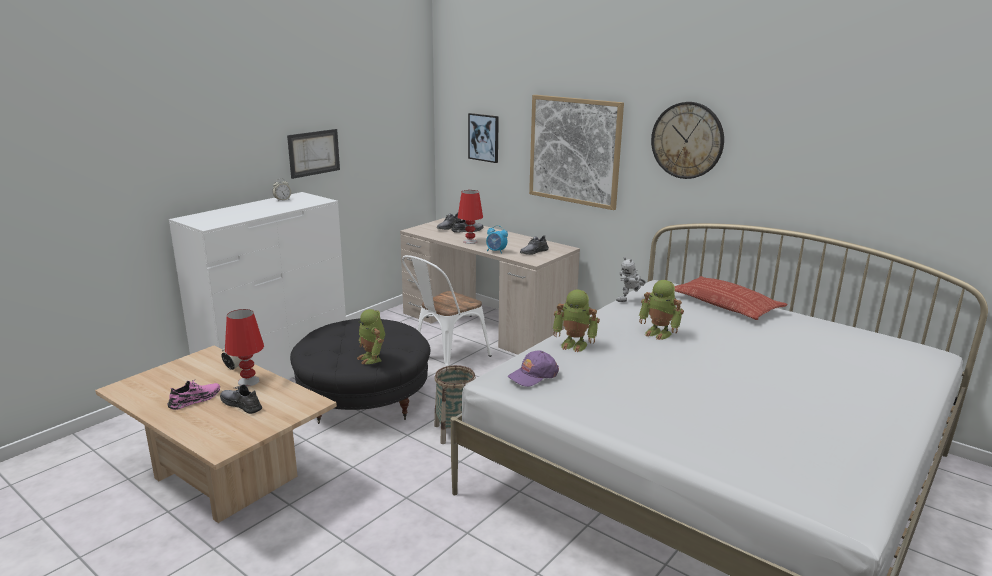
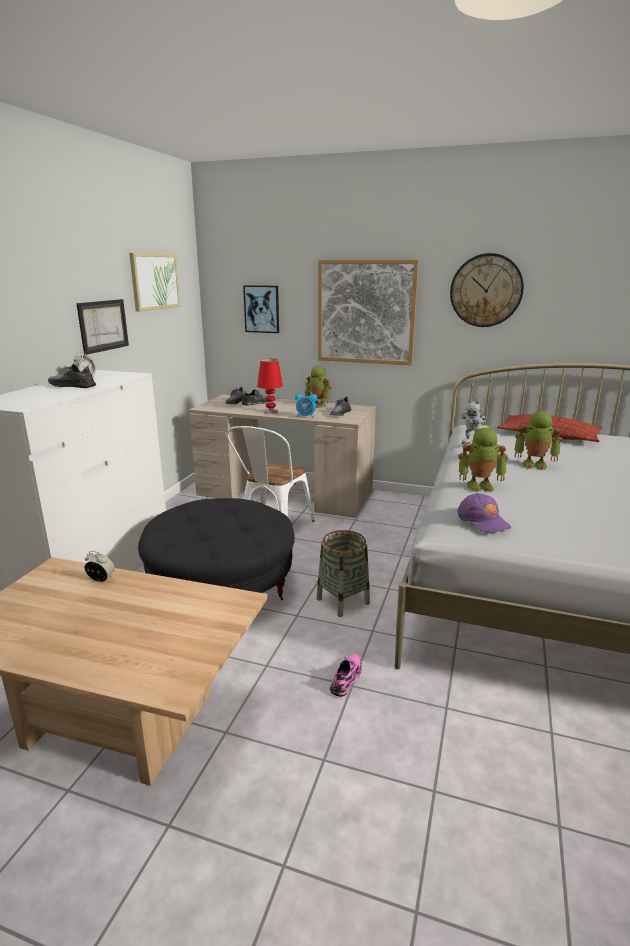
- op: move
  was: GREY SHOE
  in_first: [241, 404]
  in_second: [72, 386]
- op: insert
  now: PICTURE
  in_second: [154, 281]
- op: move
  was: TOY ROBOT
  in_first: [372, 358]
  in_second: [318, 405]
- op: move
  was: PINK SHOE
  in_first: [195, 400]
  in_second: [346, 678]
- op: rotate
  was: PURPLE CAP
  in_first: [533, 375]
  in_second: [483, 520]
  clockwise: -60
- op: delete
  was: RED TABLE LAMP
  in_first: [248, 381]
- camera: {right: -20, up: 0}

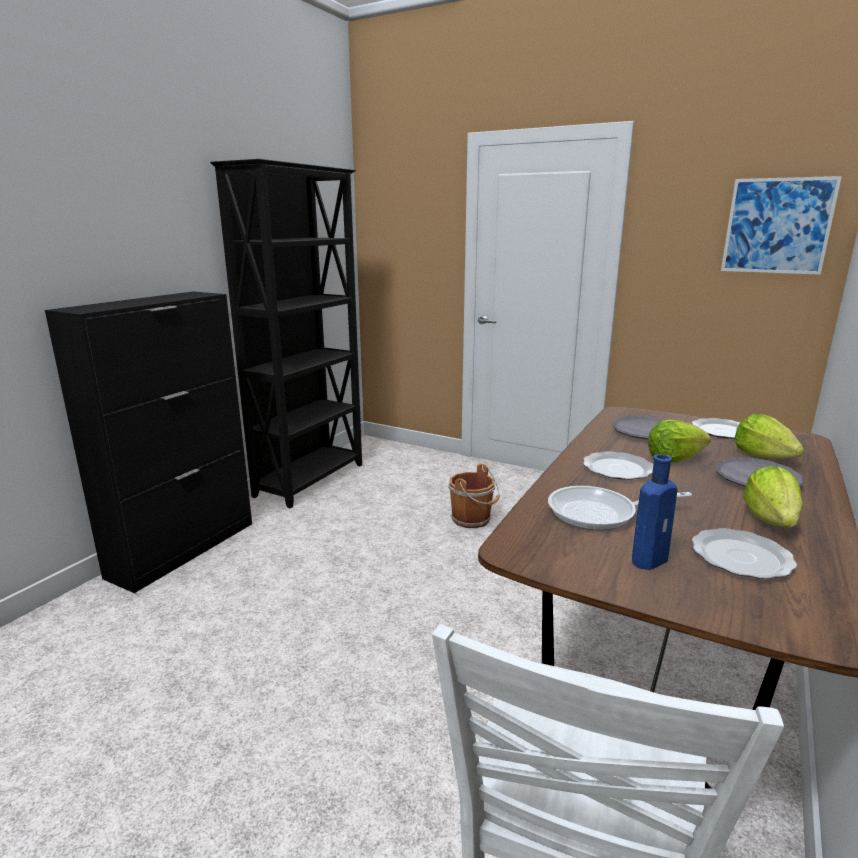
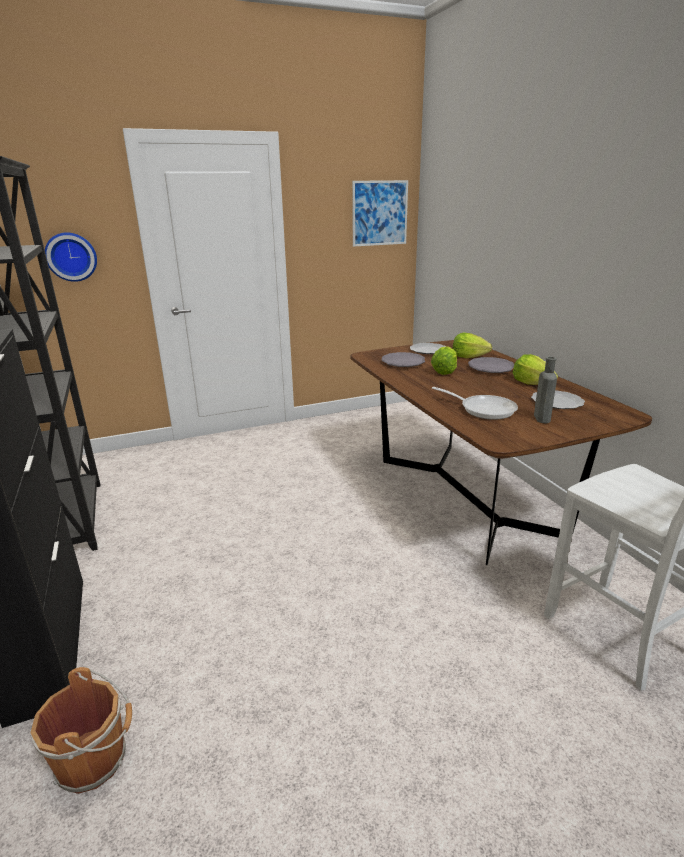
- op: move
  was: BROWN BUCKET
  in_first: [472, 519]
  in_second: [95, 759]
- op: insert
  now: WALL CLOCK
  in_second: [71, 256]
- op: rotate
  was: FRYING PAN
  in_first: [599, 513]
  in_second: [483, 409]
  clockwise: -90
- op: recolor
  was: BLUE BOTTLE
  now: GREY BOTTLE
  in_first: [651, 559]
  in_second: [541, 418]
- op: delete
  was: PLATE
  in_first: [619, 468]
- camera: {right: -50, up: 5}

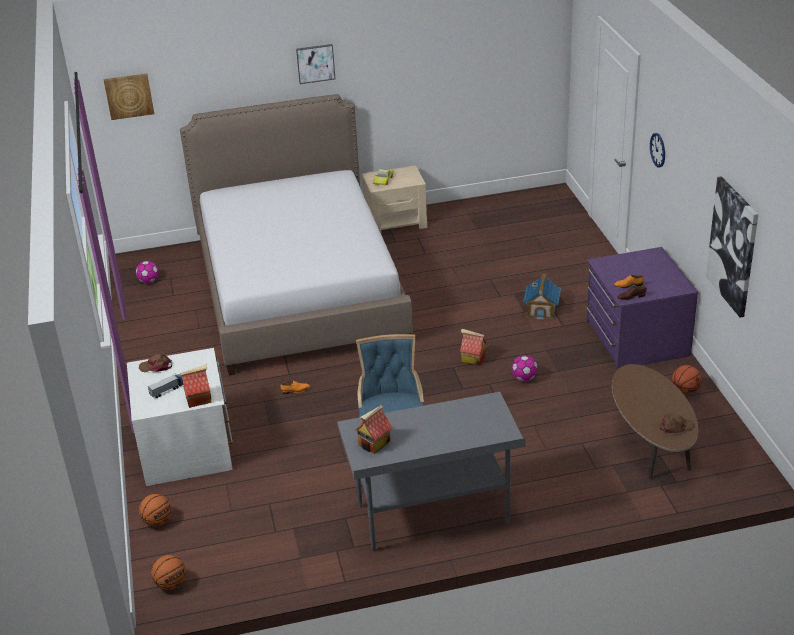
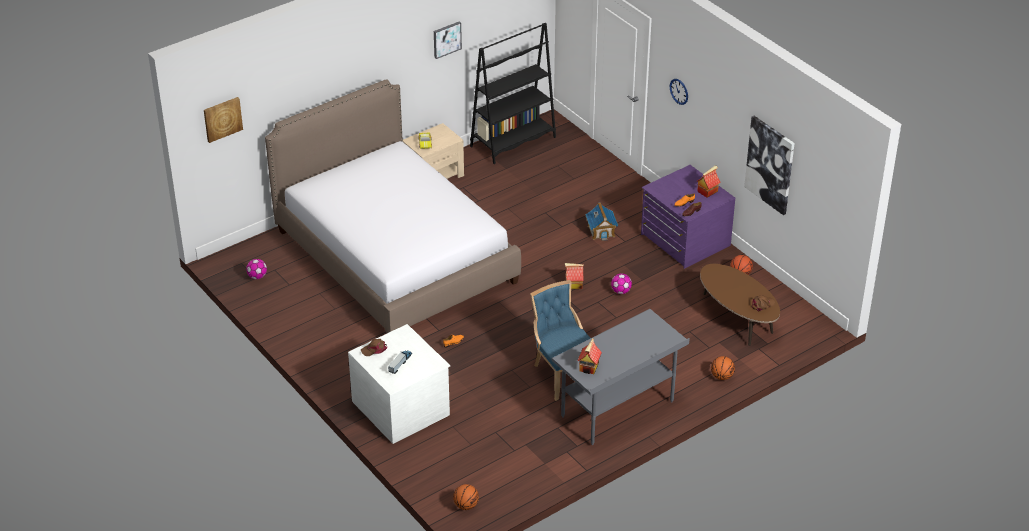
- op: move
  was: PICTURE
  in_first: [315, 63]
  in_second: [446, 39]
- op: insert
  now: BLACK BOOKCASE
  in_second: [513, 142]
- op: move
  was: TOY HOUSE
  in_first: [199, 399]
  in_second: [707, 191]
- op: move
  was: BASKETBALL
  in_first: [157, 521]
  in_second: [722, 376]
- camera: {right: -25, up: 5}

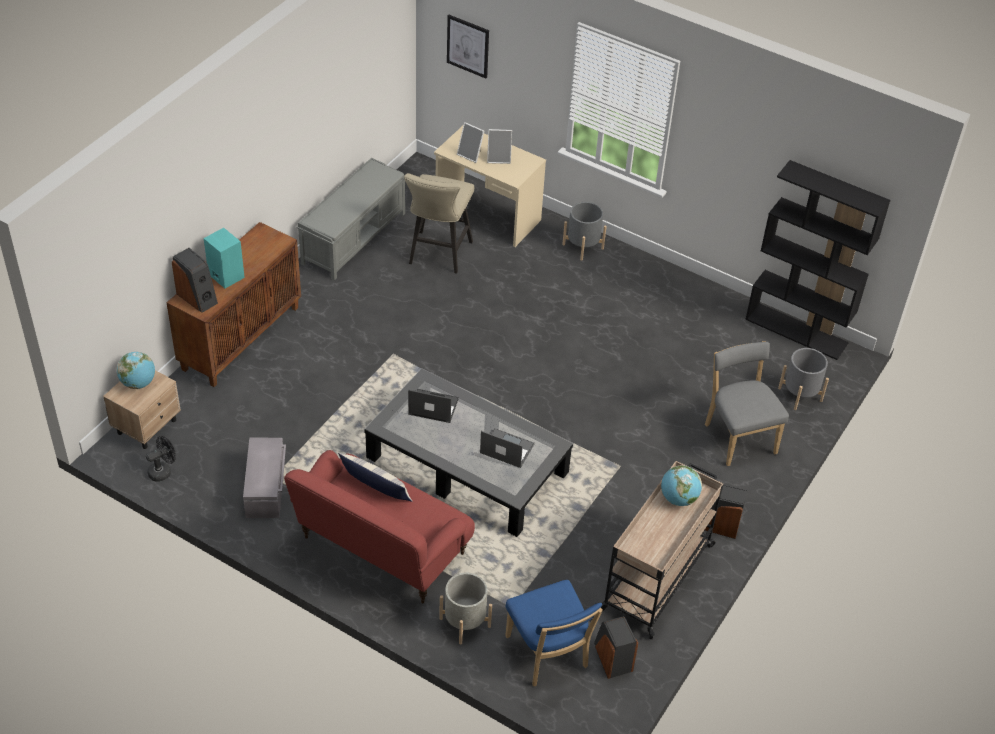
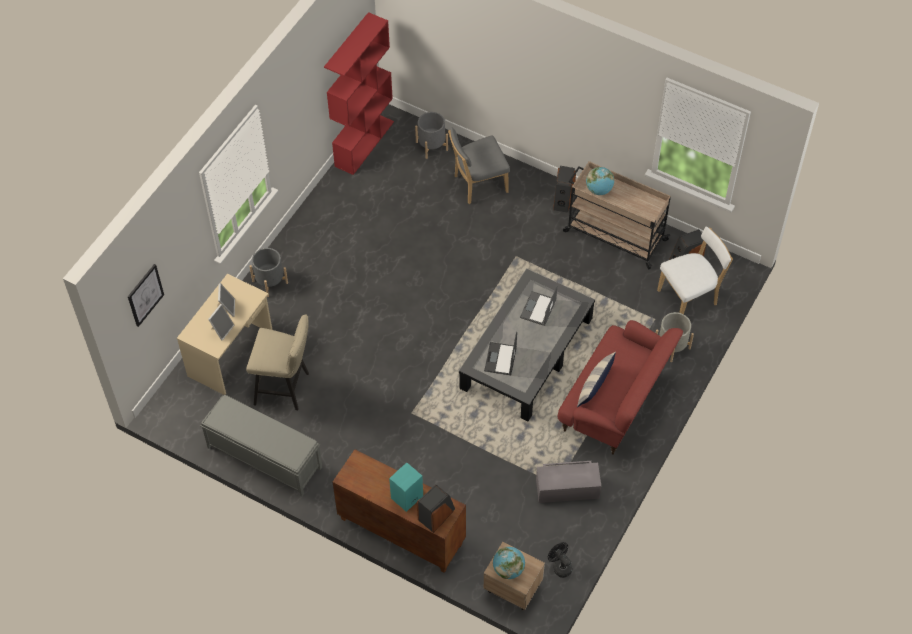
- op: recolor
  was: BLACK BOOKCASE
  now: RED BOOKCASE
  in_first: [797, 331]
  in_second: [364, 143]
- op: recolor
  was: BLUE CHAIR
  now: WHITE CHAIR
  in_first: [548, 655]
  in_second: [690, 297]
- camera: {right: -90, up: 10}

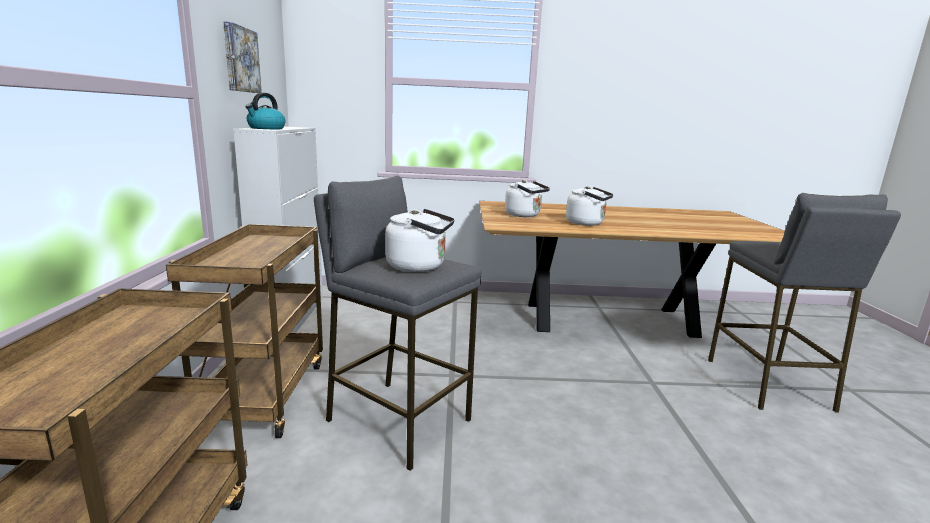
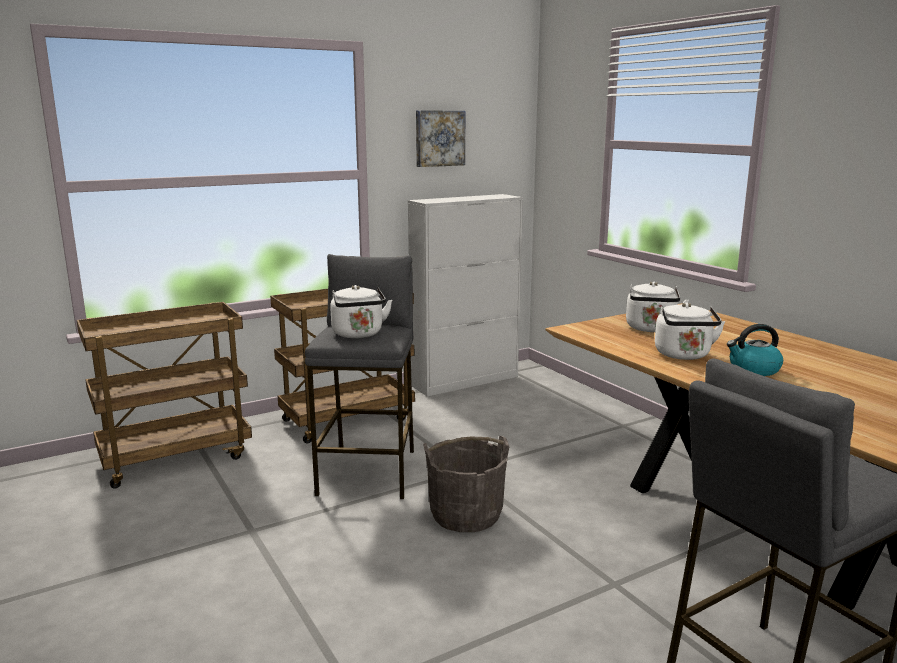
- op: insert
  now: GREY BUCKET
  in_second: [465, 514]
- op: move
  was: KETTLE
  in_first: [266, 128]
  in_second: [753, 369]
- camera: {right: 60, up: 0}

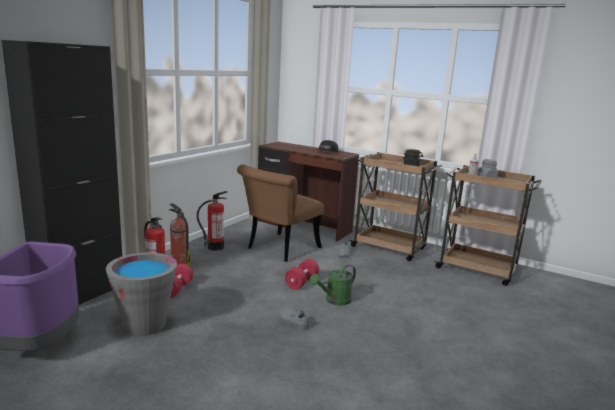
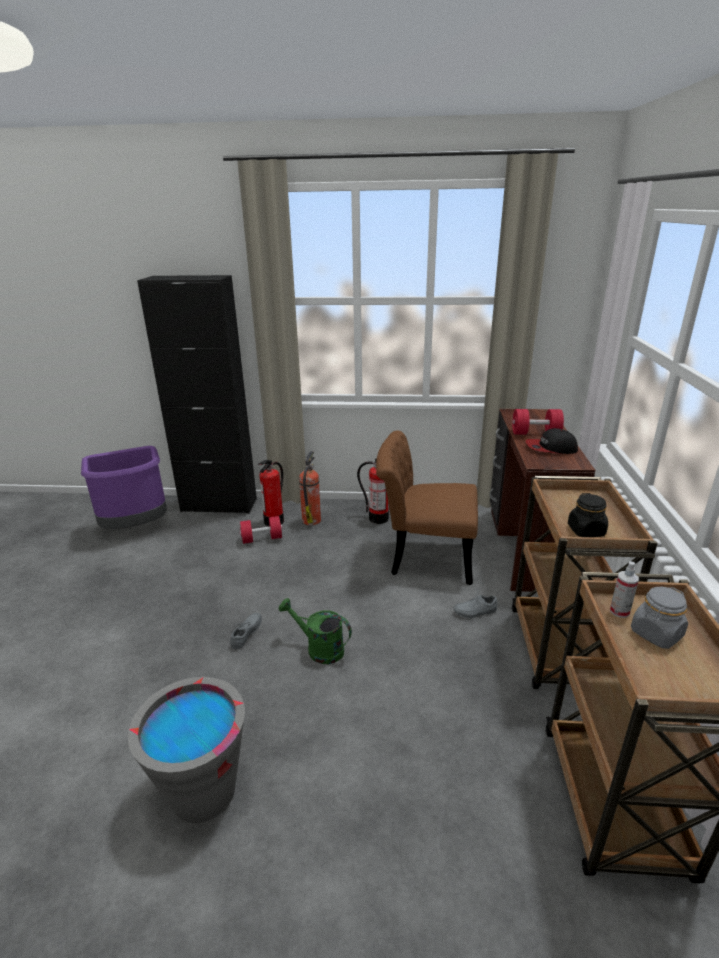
- op: move
  was: GREY BUCKET
  in_first: [145, 325]
  in_second: [203, 792]
- op: move
  was: RED DUMBBELL
  in_first: [301, 282]
  in_second: [535, 433]
- camera: {right: 65, up: 10}

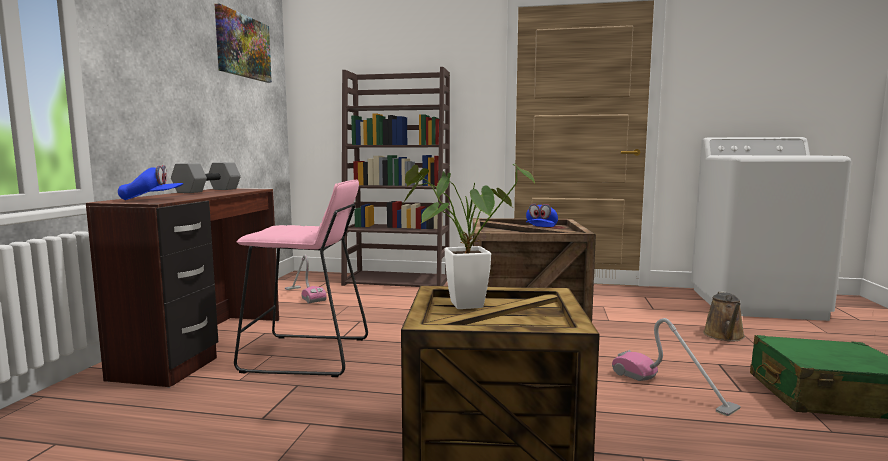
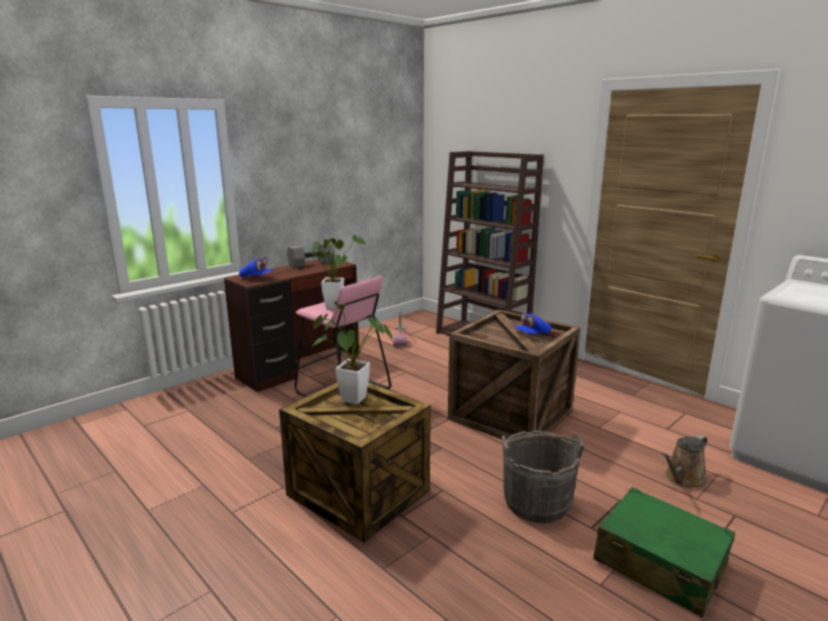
- op: insert
  now: POTTED PLANT
  in_second: [335, 305]
- op: replace
  was: VACUUM CLEANER
  now: GREY BUCKET
  in_first: [671, 388]
  in_second: [536, 503]
- op: delete
  was: PICTURE
  in_first: [243, 46]
- camera: {right: 35, up: 10}

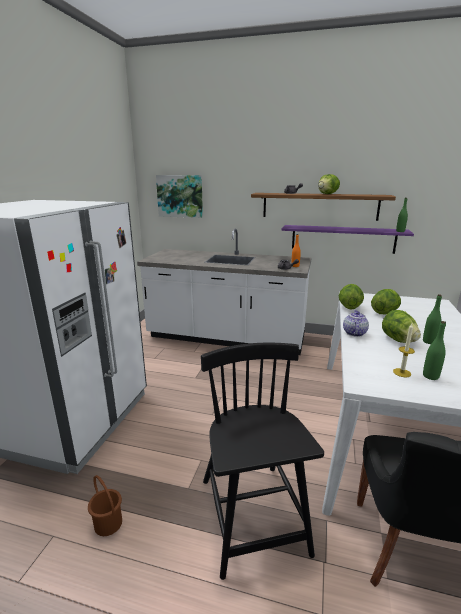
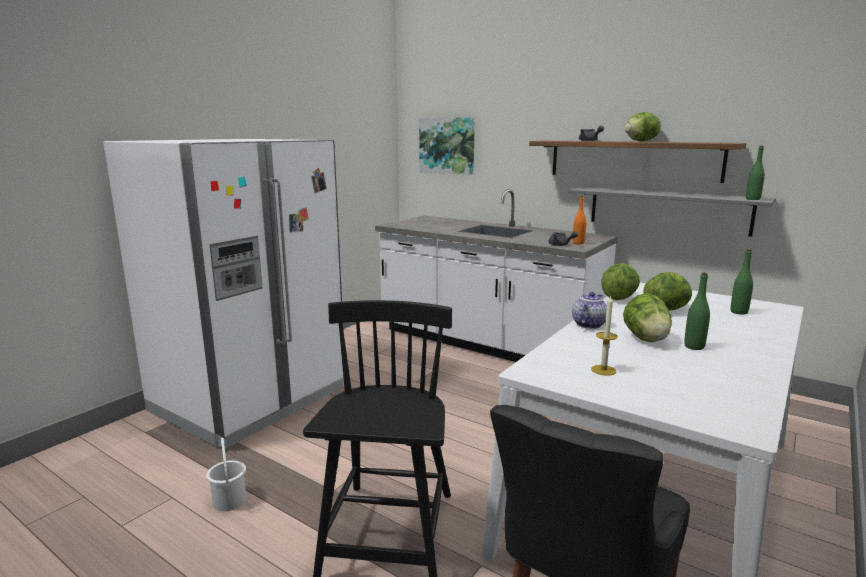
- op: recolor
  was: BROWN BUCKET
  now: WHITE BUCKET
  in_first: [108, 524]
  in_second: [229, 501]
- op: recolor
  was: PURPLE SHELF
  now: GREY SHELF
  in_first: [342, 239]
  in_second: [667, 210]
- op: move
  was: GREEN BOTTLE
  in_first: [430, 376]
  in_second: [739, 312]
- camera: {right: 20, up: -5}

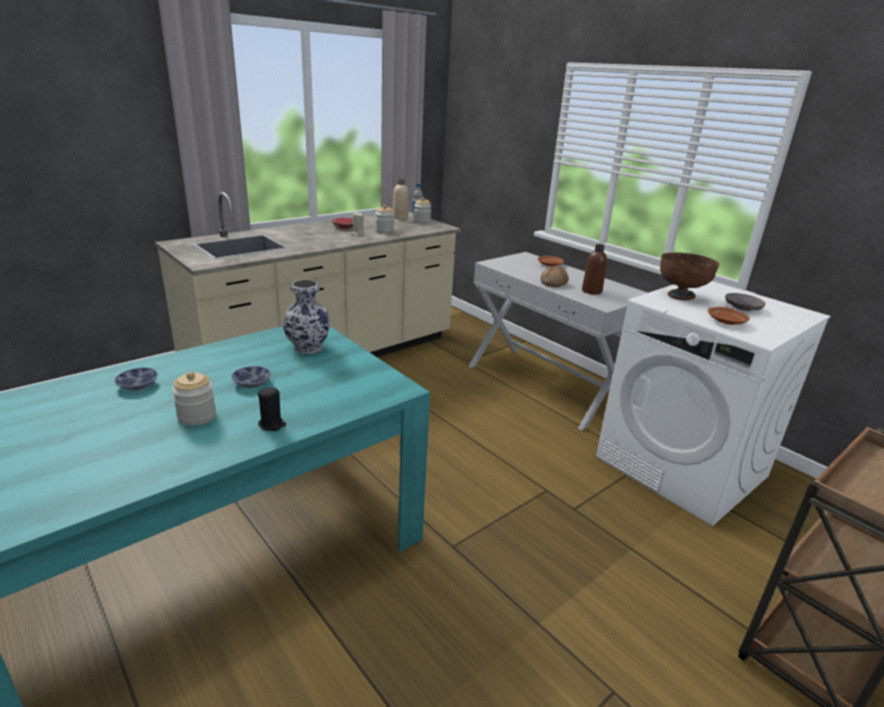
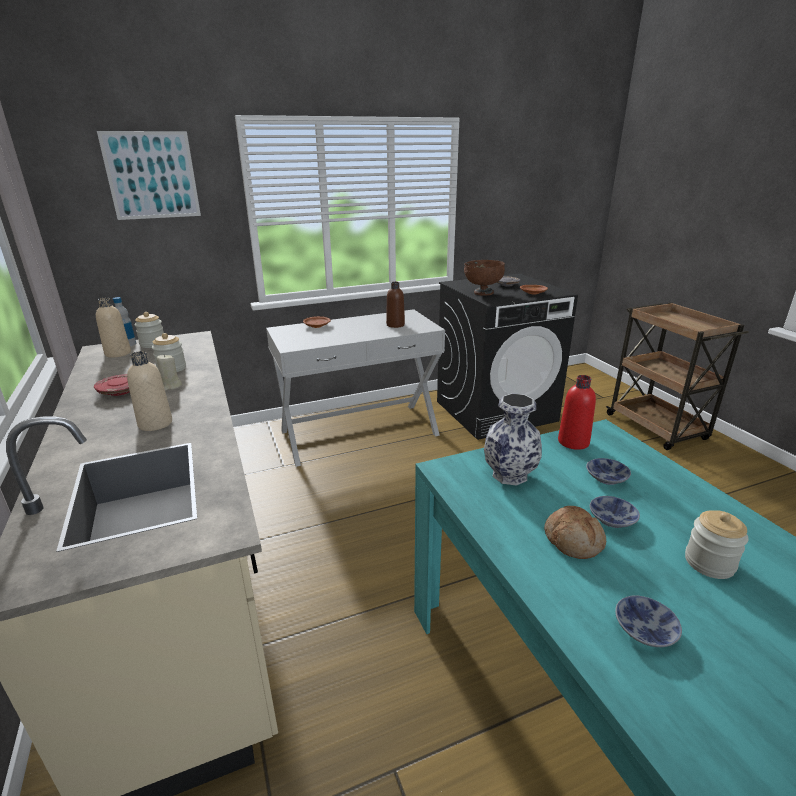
- op: insert
  now: PICTURE
  in_second: [151, 175]
- op: insert
  now: BEIGE BOTTLE
  in_second: [155, 423]
- op: recolor
  was: WHITE WASHING MACHINE
  now: BLACK WASHING MACHINE
  in_first: [682, 467]
  in_second: [496, 411]
- op: move
  was: BREAD
  in_first: [554, 283]
  in_second: [573, 540]
- op: insert
  now: RED BOTTLE
  in_second: [573, 442]
- op: insert
  now: BOWL
  in_second: [608, 477]
- op: delete
  was: BLACK CANDLE
  in_first: [272, 425]
- camera: {right: -70, up: 0}

